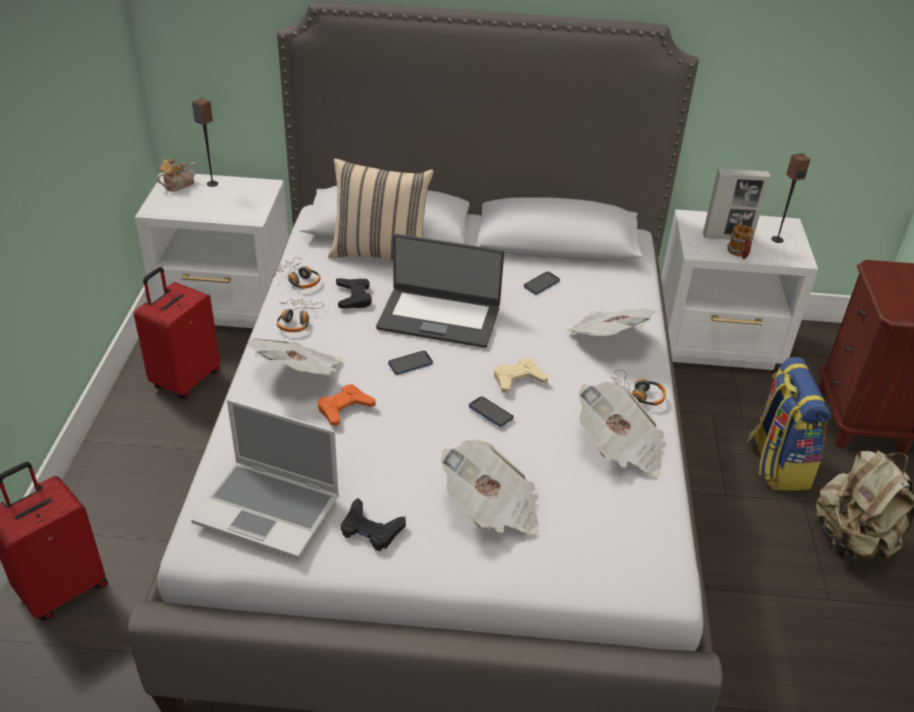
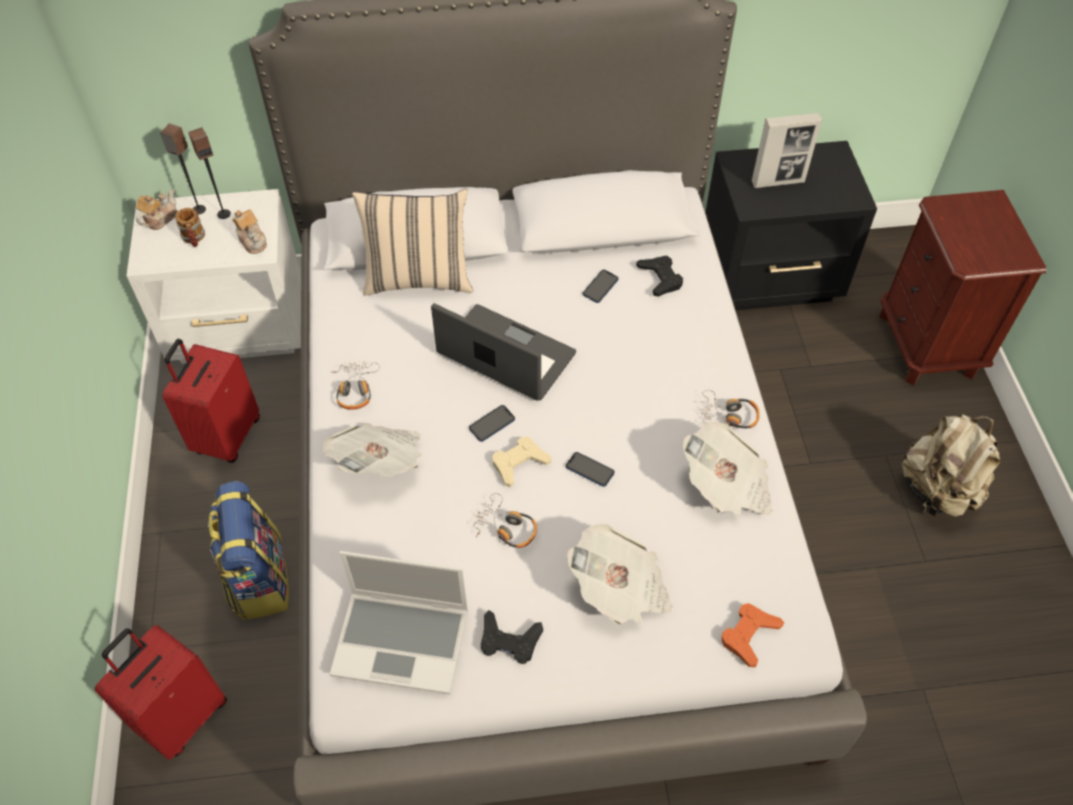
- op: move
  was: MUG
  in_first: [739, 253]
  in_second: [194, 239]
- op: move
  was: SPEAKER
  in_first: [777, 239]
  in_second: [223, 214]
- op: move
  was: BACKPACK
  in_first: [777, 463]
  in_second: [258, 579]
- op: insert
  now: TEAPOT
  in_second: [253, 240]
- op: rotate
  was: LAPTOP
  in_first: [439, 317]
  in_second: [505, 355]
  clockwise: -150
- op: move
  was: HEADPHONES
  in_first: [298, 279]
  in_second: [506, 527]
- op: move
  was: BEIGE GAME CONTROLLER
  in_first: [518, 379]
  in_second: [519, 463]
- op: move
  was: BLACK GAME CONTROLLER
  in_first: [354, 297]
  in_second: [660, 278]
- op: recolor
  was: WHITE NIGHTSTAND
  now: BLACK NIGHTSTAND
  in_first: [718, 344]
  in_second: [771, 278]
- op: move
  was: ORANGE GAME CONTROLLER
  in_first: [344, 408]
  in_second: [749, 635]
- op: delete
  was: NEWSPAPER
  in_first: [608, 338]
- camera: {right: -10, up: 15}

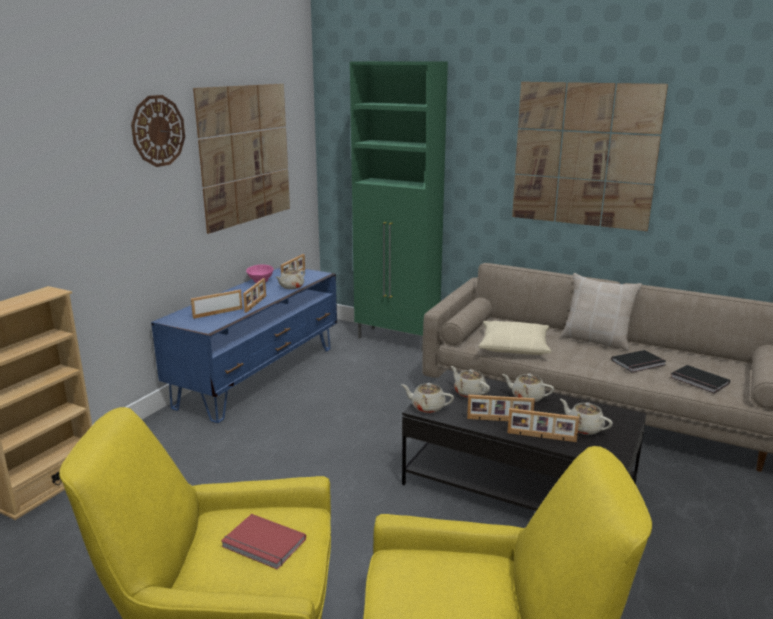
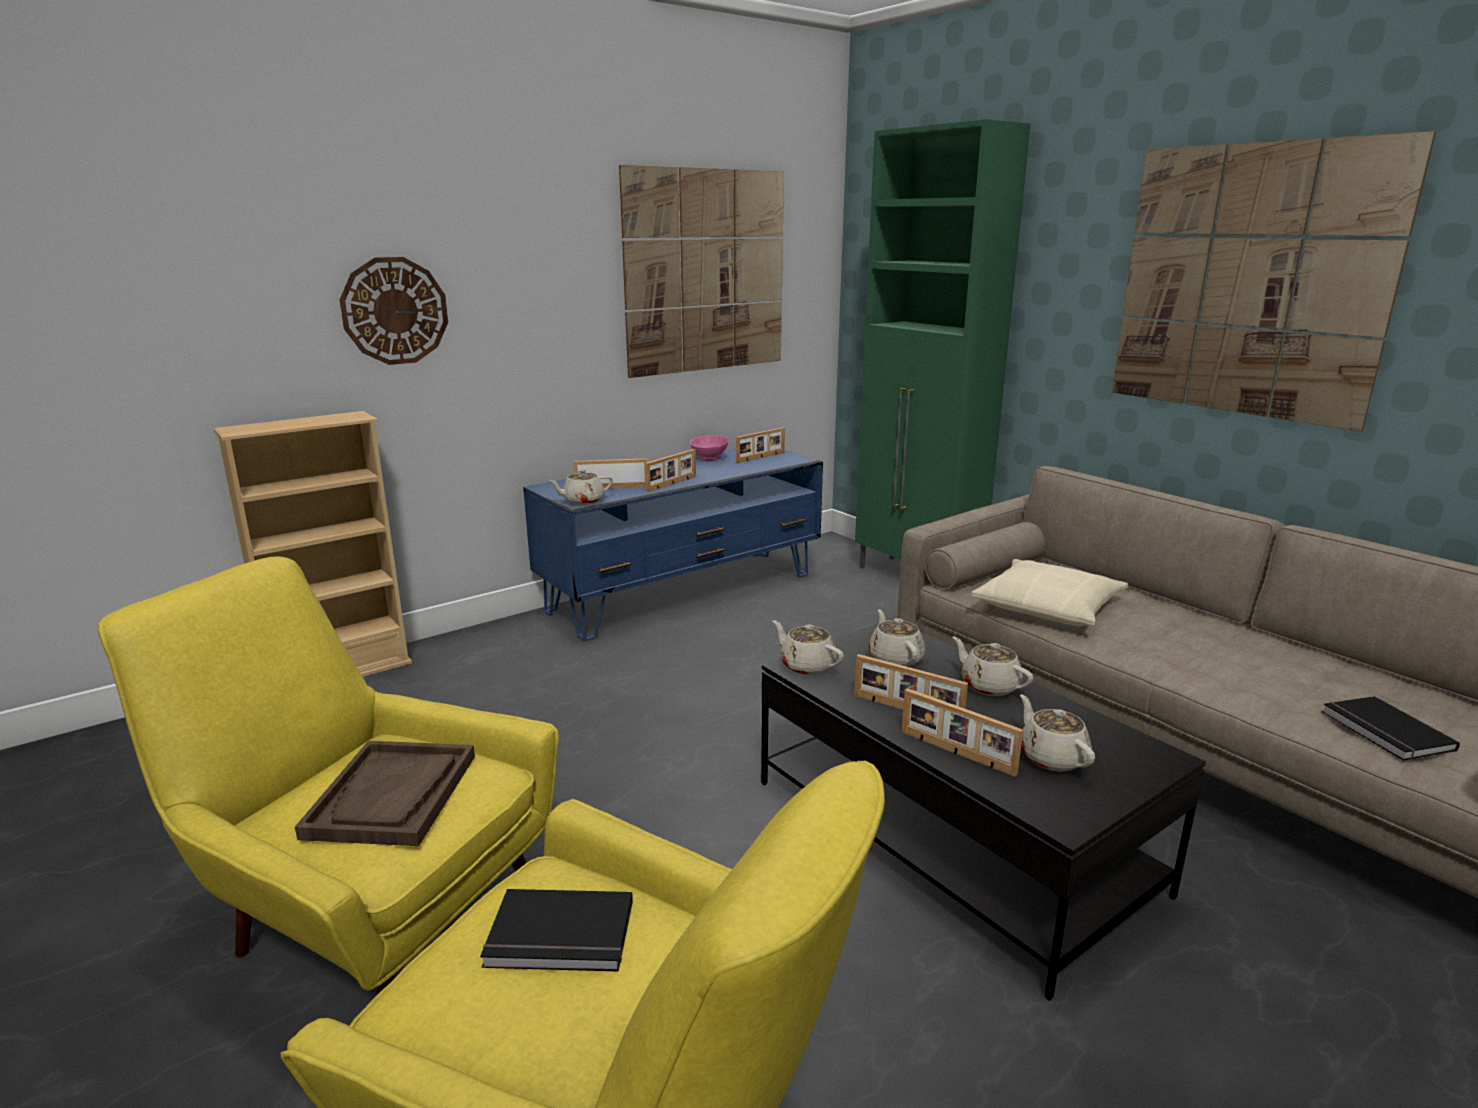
- op: replace
  was: RED BOOK
  now: BROWN TRAY
  in_first: [262, 545]
  in_second: [392, 796]
- op: move
  was: WALL CLOCK
  in_first: [158, 131]
  in_second: [395, 311]
- op: move
  was: BLACK BOOK
  in_first: [639, 363]
  in_second: [560, 937]
- op: move
  was: BEIGE TEAPOT
  in_first: [291, 287]
  in_second: [582, 501]
- op: delete
  was: BEIGE PILLOW
  in_first: [596, 340]
- camera: {right: 25, up: 0}

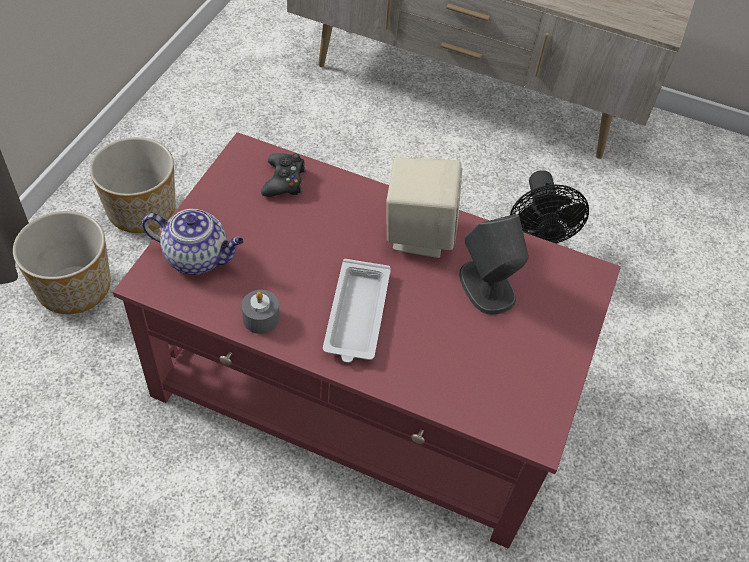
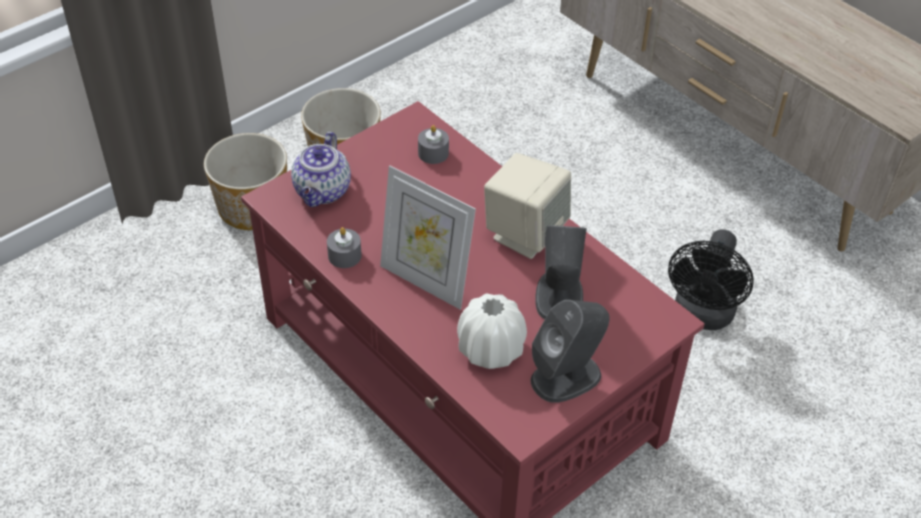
- op: rotate
  was: TEAPOT
  in_first: [198, 257]
  in_second: [323, 192]
  clockwise: 60
- op: replace
  was: WHITE TRAY
  now: PICTURE FRAME
  in_first: [356, 316]
  in_second: [426, 281]
- op: replace
  was: BLACK GAME CONTROLLER
  now: GREY CANDLE
  in_first: [284, 181]
  in_second: [433, 153]
- op: insert
  now: WHITE VASE
  in_second: [490, 350]
- op: insert
  now: GREY SPEAKER
  in_second: [566, 377]
- camera: {right: 30, up: -5}

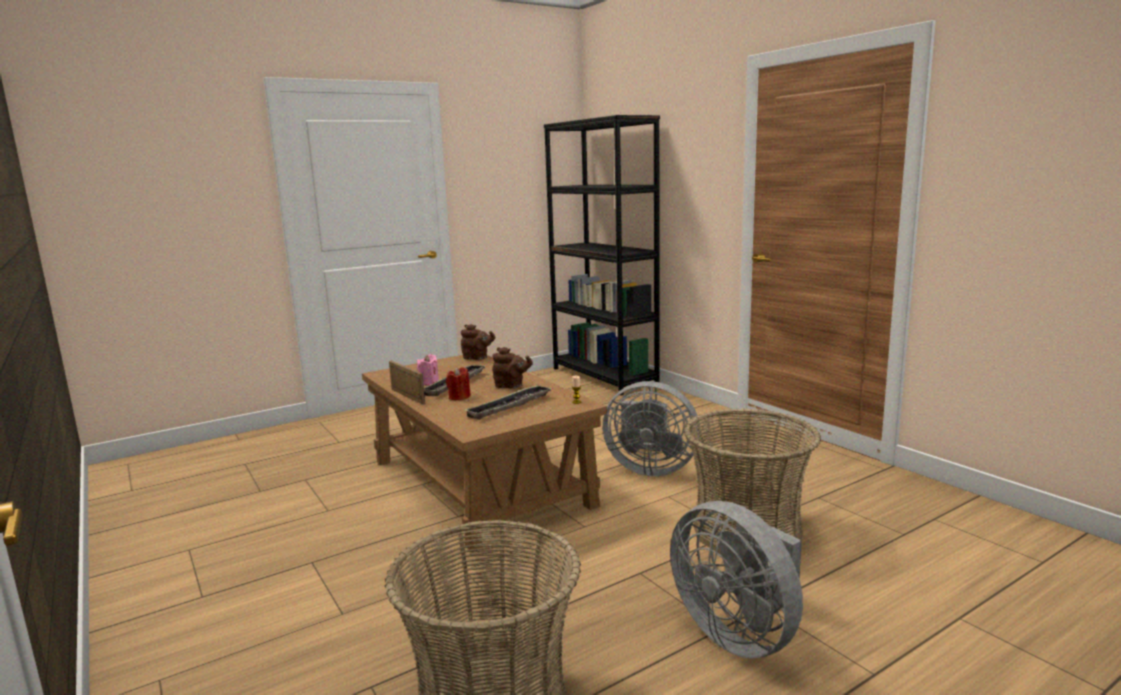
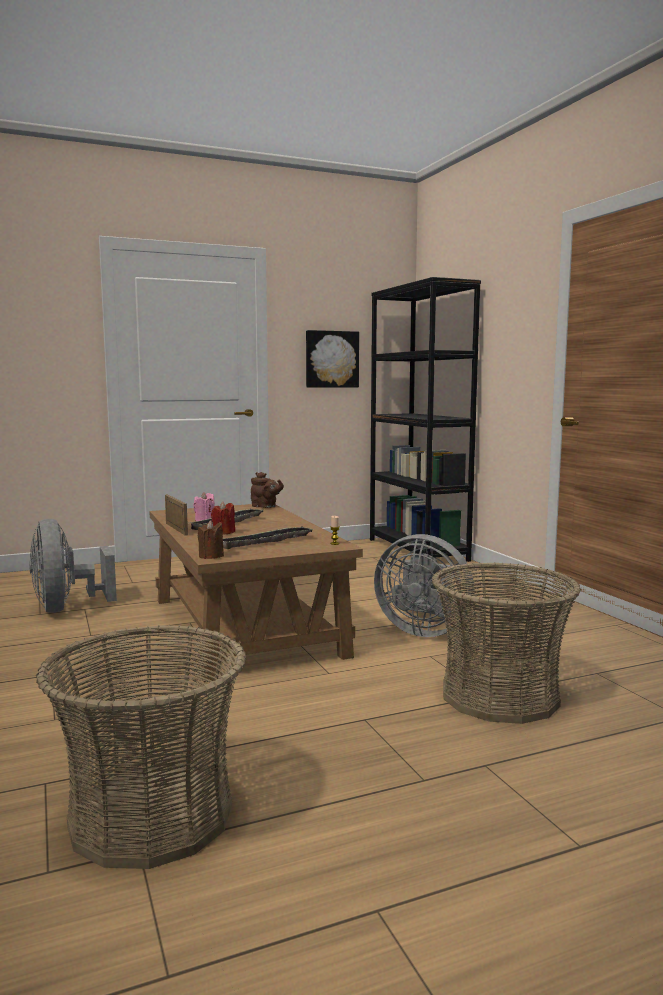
- op: move
  was: GREY FAN
  in_first: [739, 633]
  in_second: [66, 608]
- op: insert
  now: BROWN CANDLE
  in_second: [211, 556]
- op: insert
  now: PICTURE
  in_second: [331, 359]
- op: delete
  was: BROWN TEAPOT
  in_first: [511, 386]
- camera: {right: 10, up: -5}

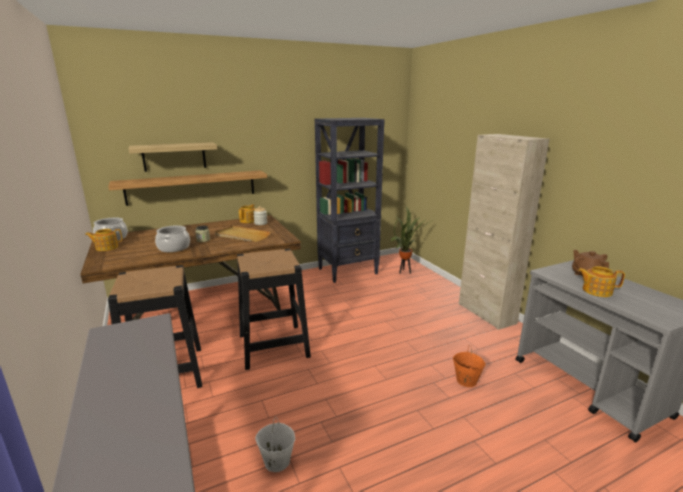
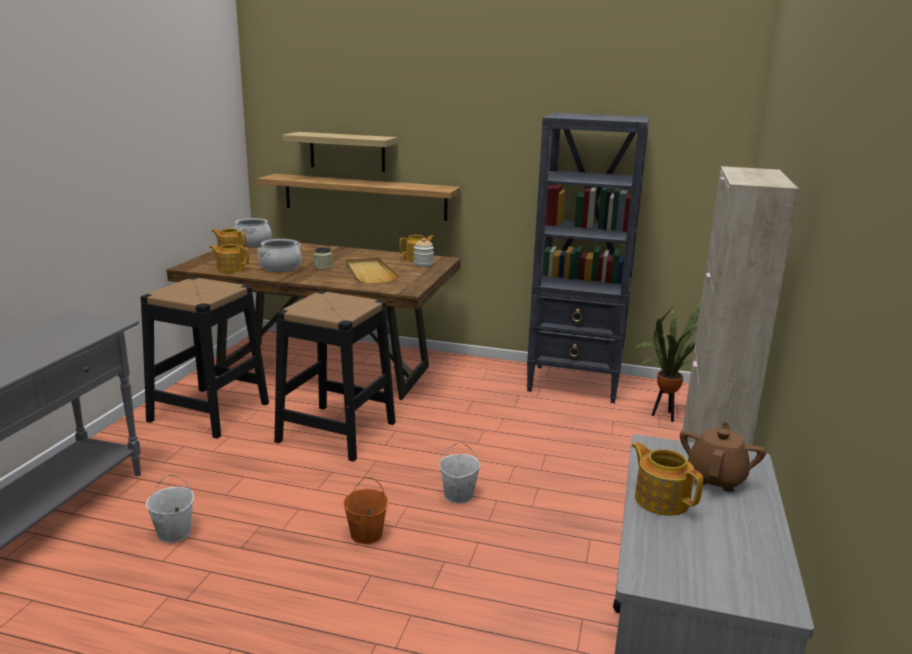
- op: insert
  now: TEAPOT
  in_second: [230, 269]
- op: move
  was: ORANGE BUCKET
  in_first: [466, 381]
  in_second: [366, 534]
- op: insert
  now: WHITE BUCKET
  in_second: [458, 495]
- camera: {right: 40, up: 0}

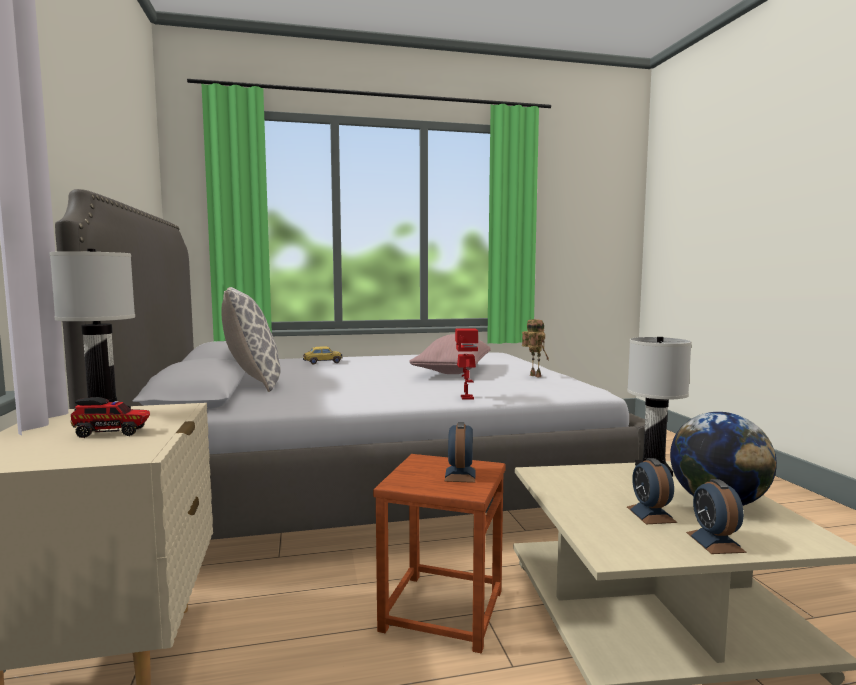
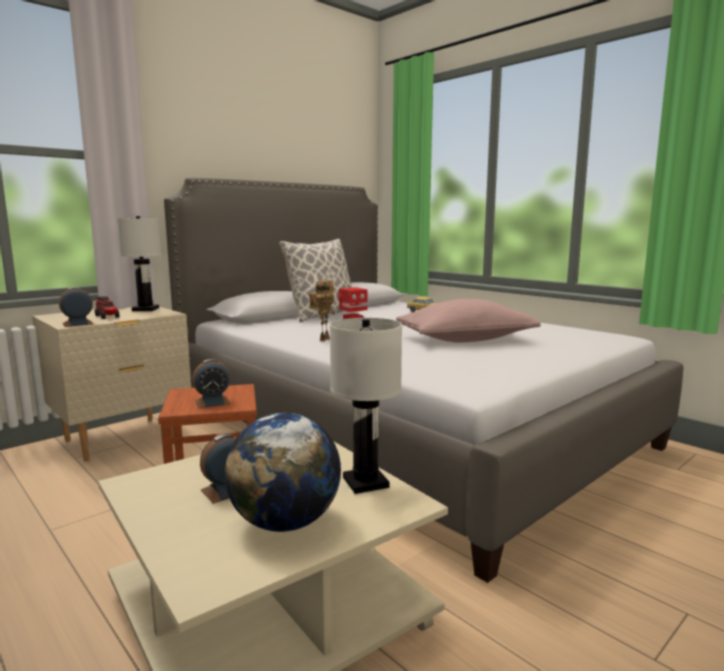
- op: move
  was: ALARM CLOCK
  in_first: [715, 542]
  in_second: [78, 324]
- op: move
  was: TOY ROBOT
  in_first: [533, 376]
  in_second: [323, 339]
- camera: {right: 60, up: 5}

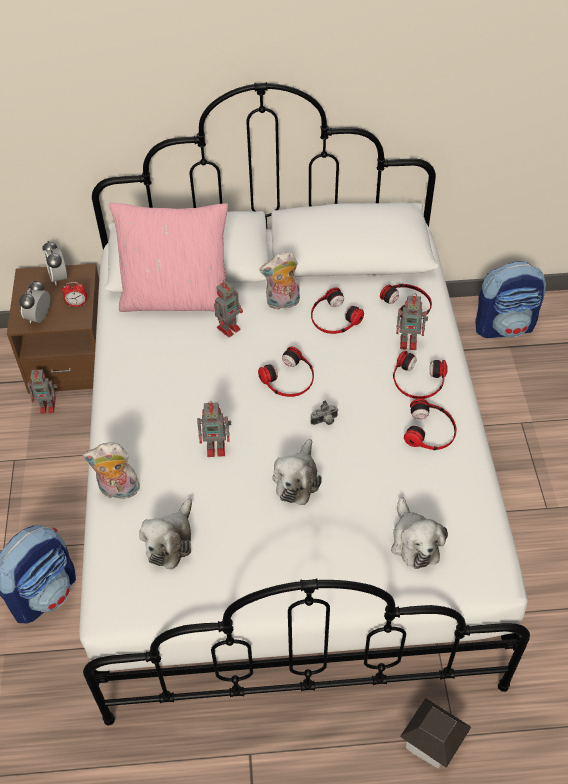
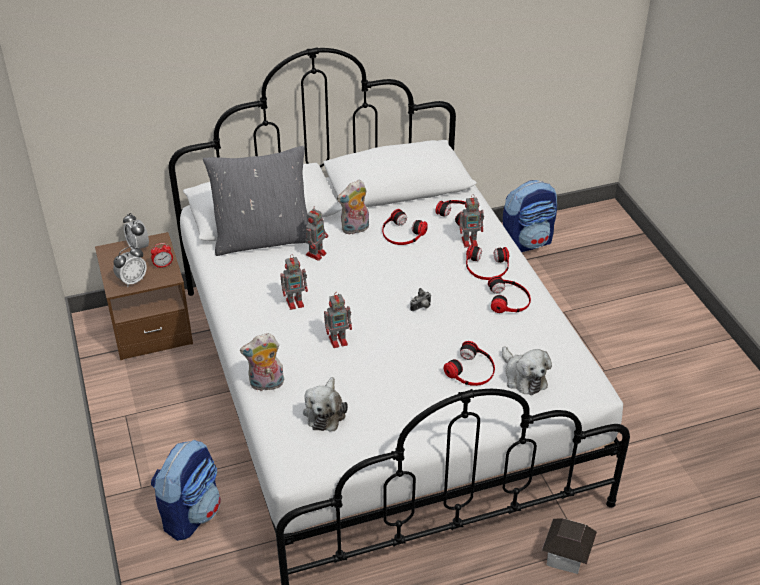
- op: rotate
  was: ALARM CLOCK
  in_first: [39, 317]
  in_second: [132, 280]
  clockwise: -135
- op: recolor
  was: PINK PILLOW
  now: GREY PILLOW
  in_first: [177, 298]
  in_second: [263, 239]
- op: move
  was: TOY ROBOT
  in_first: [49, 406]
  in_second: [296, 302]
- op: move
  was: HEADPHONES
  in_first: [289, 378]
  in_second: [471, 370]
- op: delete
  was: PLUSH TOY
  in_first: [297, 479]
- camera: {right: -15, up: -10}

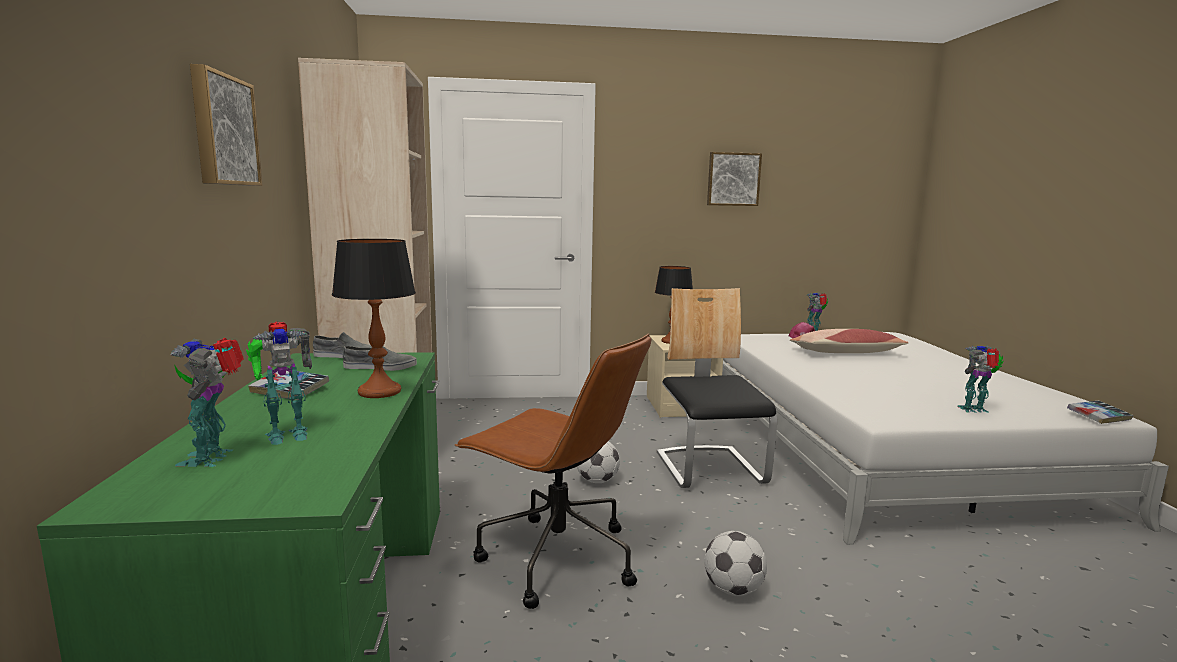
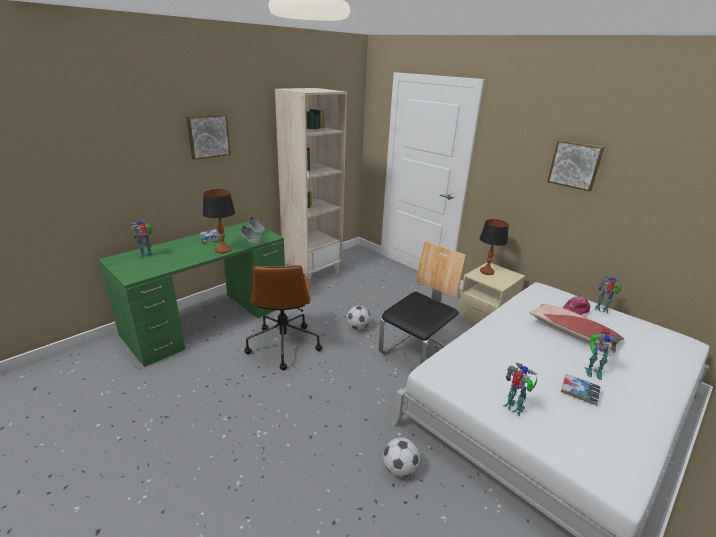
- op: move
  was: FOOTBALL
  in_first: [733, 590]
  in_second: [399, 469]
- op: move
  was: BOOK
  in_first: [1098, 417]
  in_second: [579, 392]
- op: move
  was: TOY ROBOT
  in_first: [285, 434]
  in_second: [592, 371]
- camera: {right: 50, up: 15}

